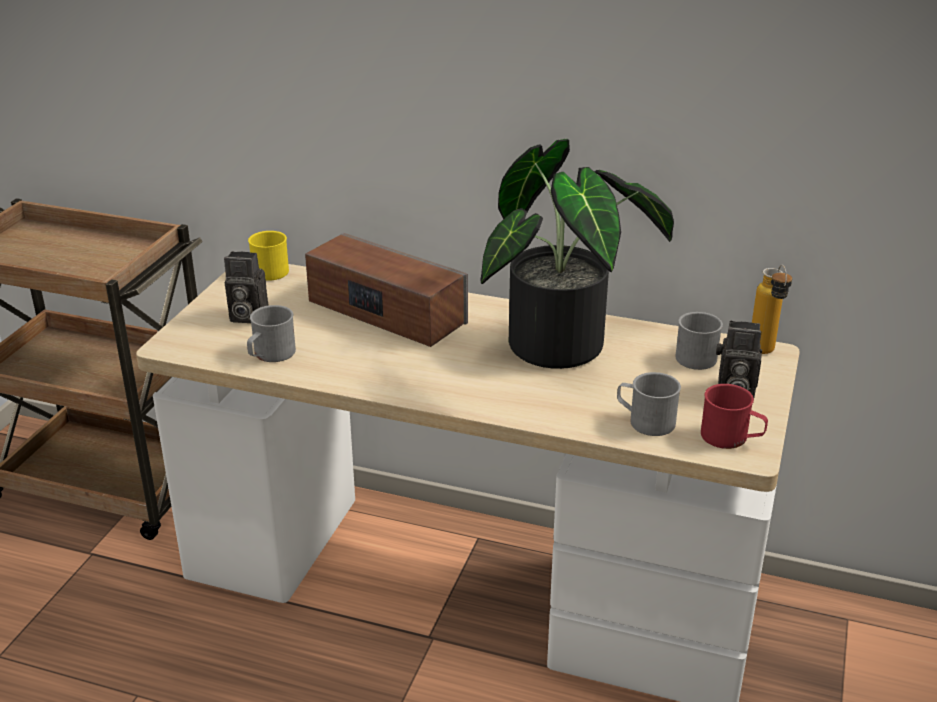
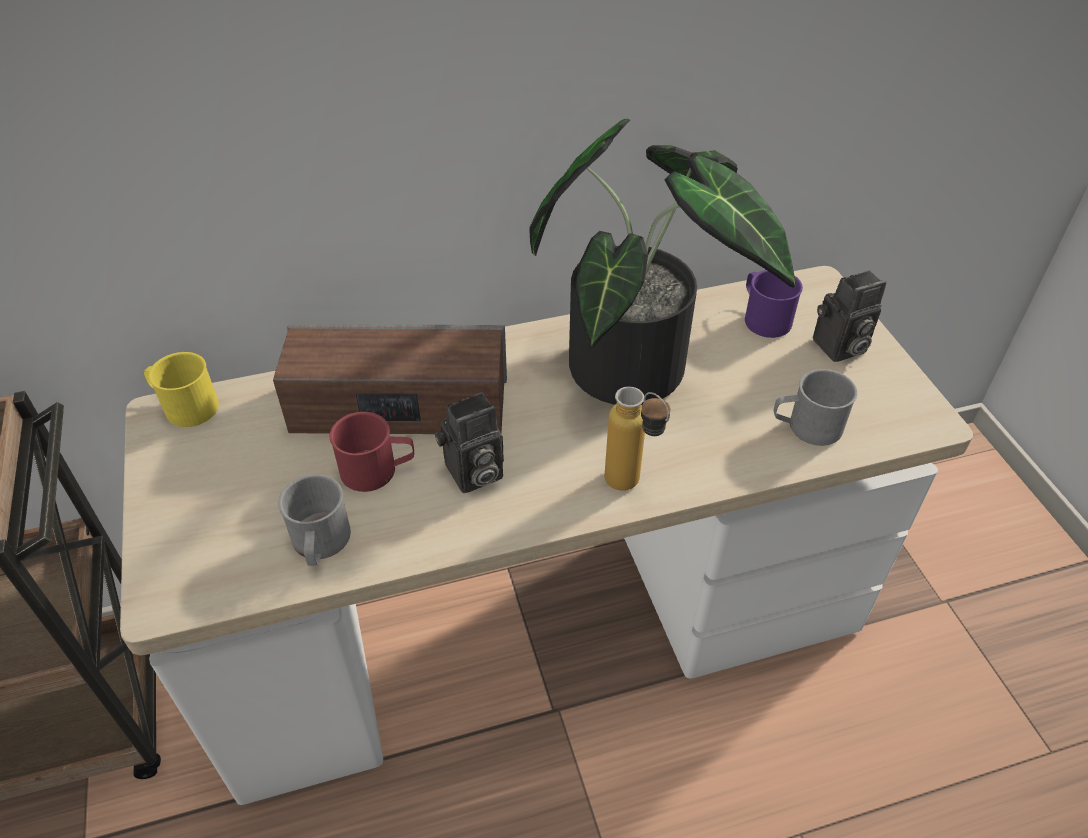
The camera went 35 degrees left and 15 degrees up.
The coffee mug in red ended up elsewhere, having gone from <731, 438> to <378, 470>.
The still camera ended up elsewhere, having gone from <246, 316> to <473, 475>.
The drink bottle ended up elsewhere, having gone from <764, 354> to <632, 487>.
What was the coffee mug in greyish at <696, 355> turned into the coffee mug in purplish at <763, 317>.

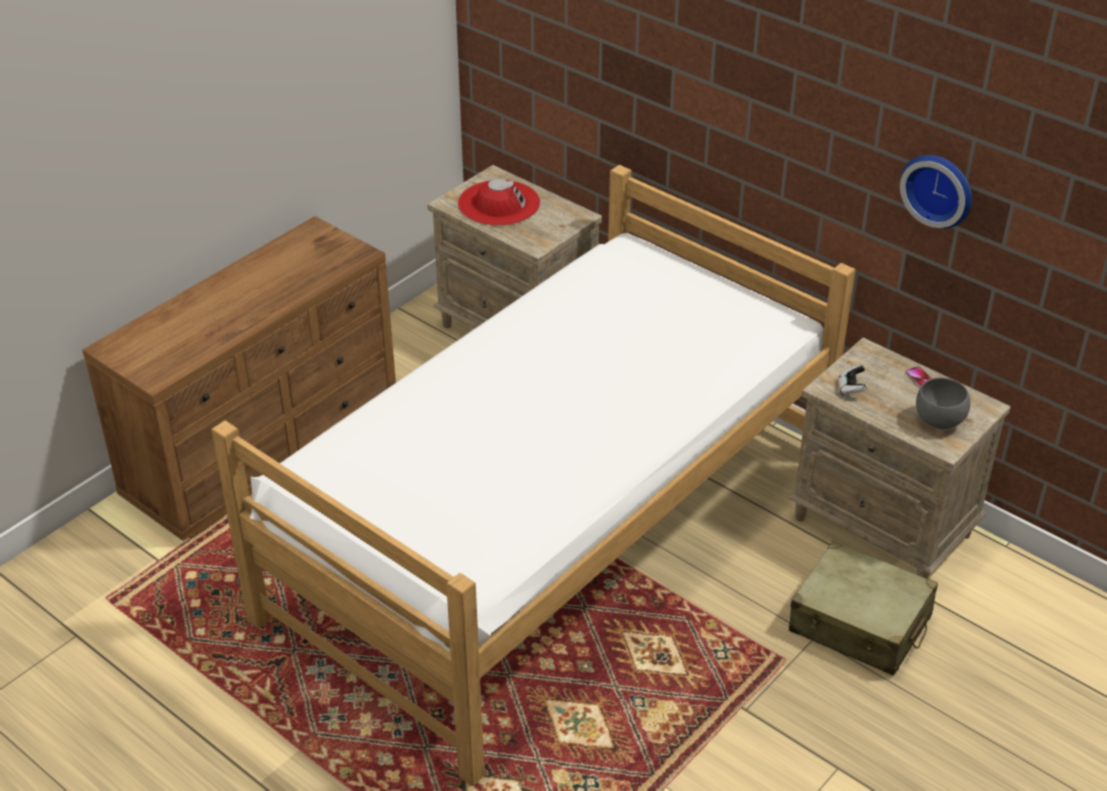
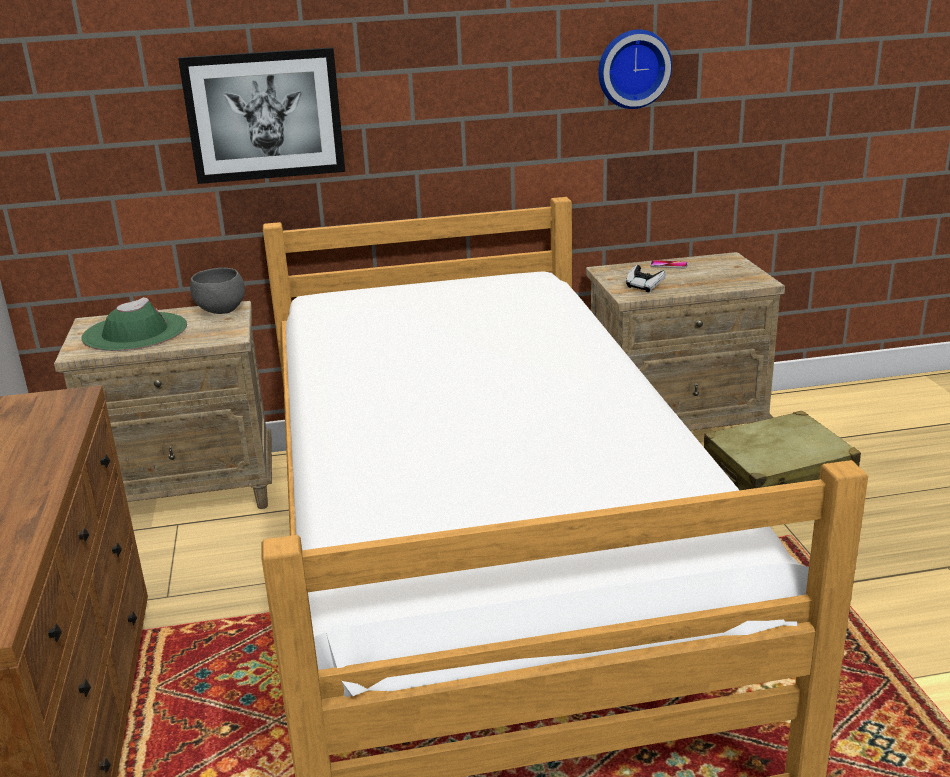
The camera went 50 degrees left and 15 degrees down.
What was the clothing hat in red at <499, 203> turned into the clothing hat in green-coloured at <135, 332>.
The second view gained the wall picture at <264, 115>.
The deep dish in greyish ended up elsewhere, having gone from <939, 422> to <222, 311>.

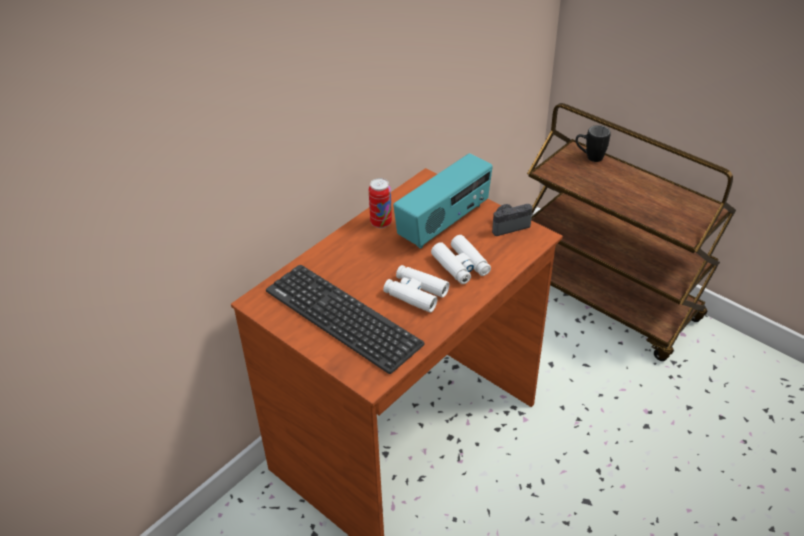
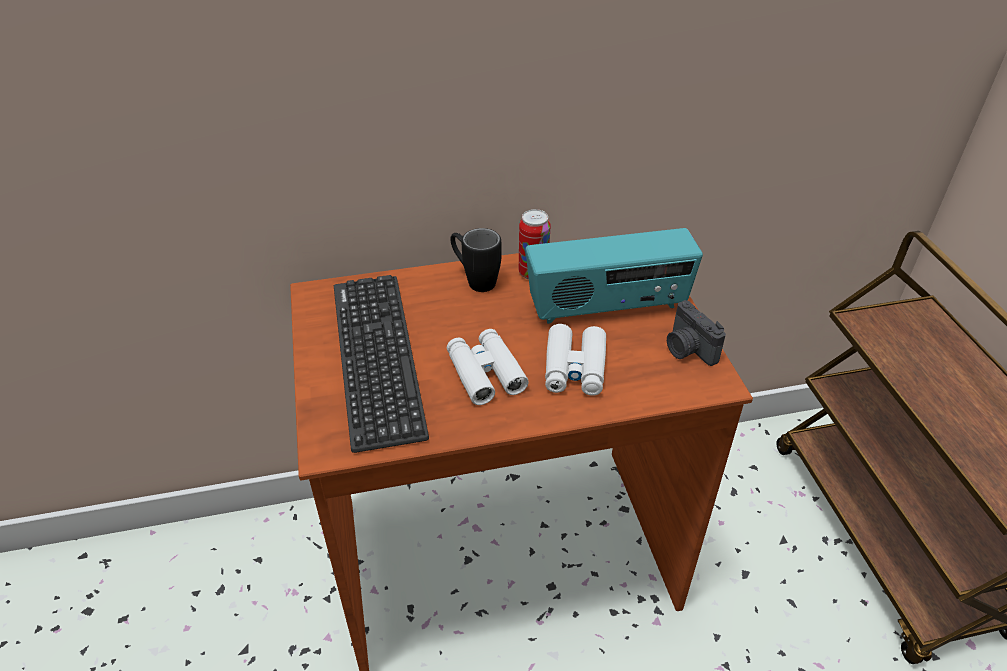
The camera went 35 degrees right and 0 degrees up.
The coffee mug in black-coloured ended up elsewhere, having gone from <589, 157> to <474, 280>.
The still camera at <508, 225> ended up facing another way, 135 degrees counterclockwise from before.

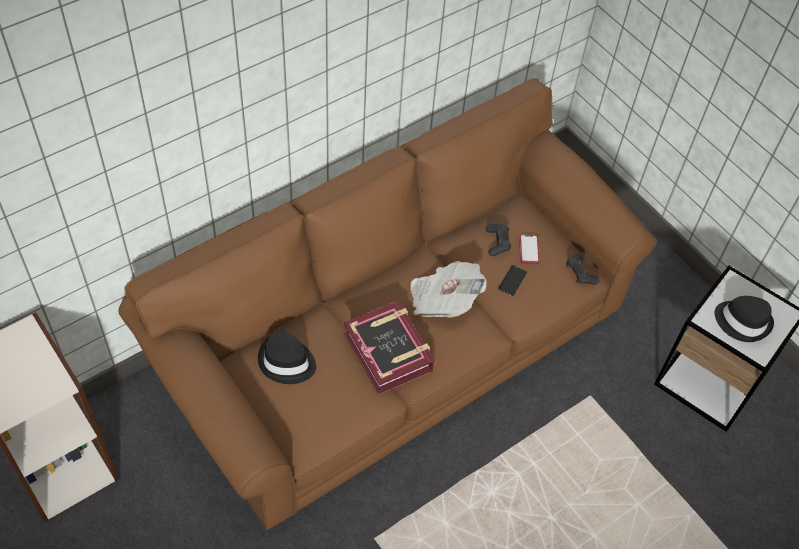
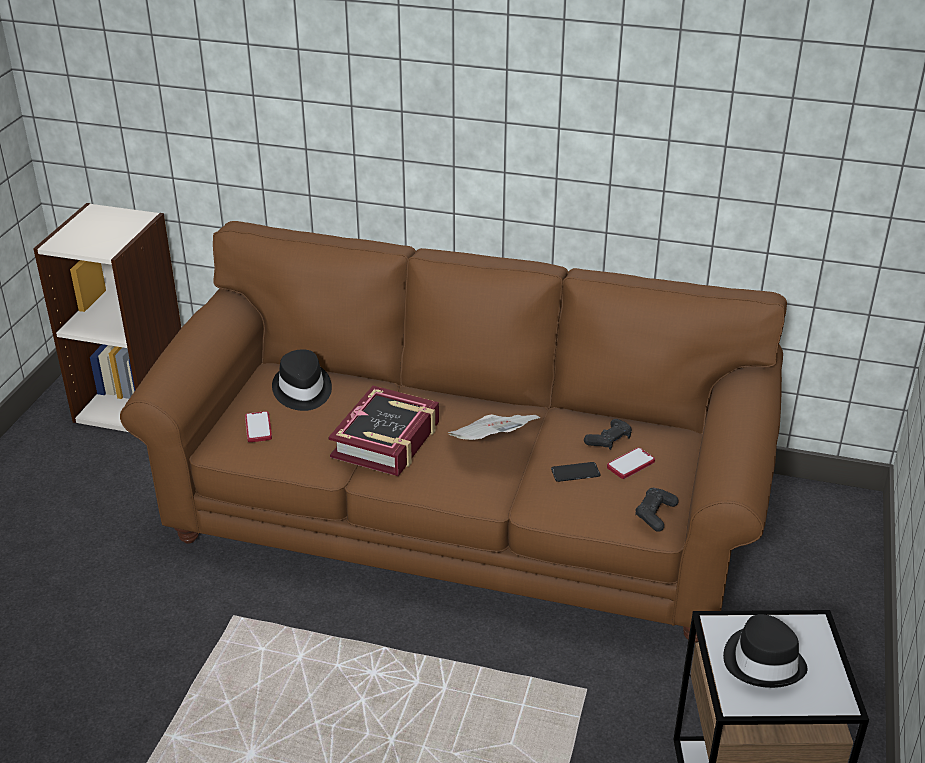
The camera went 55 degrees right and 20 degrees down.
The second view gained the handset at <258, 428>.

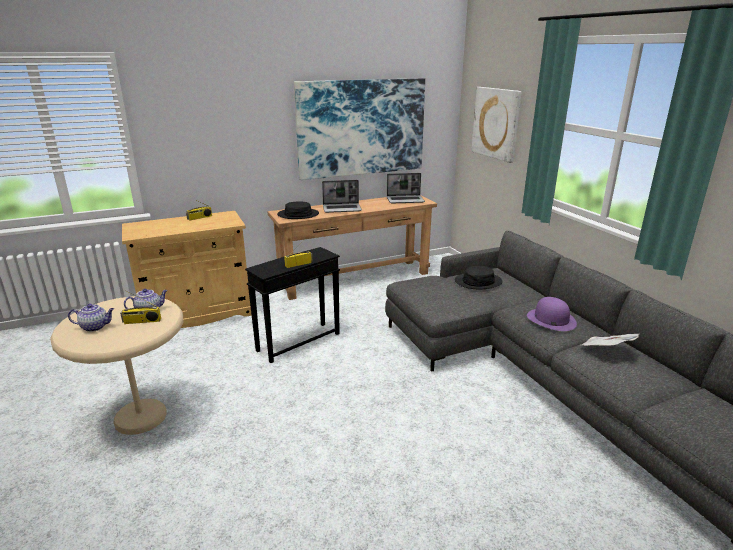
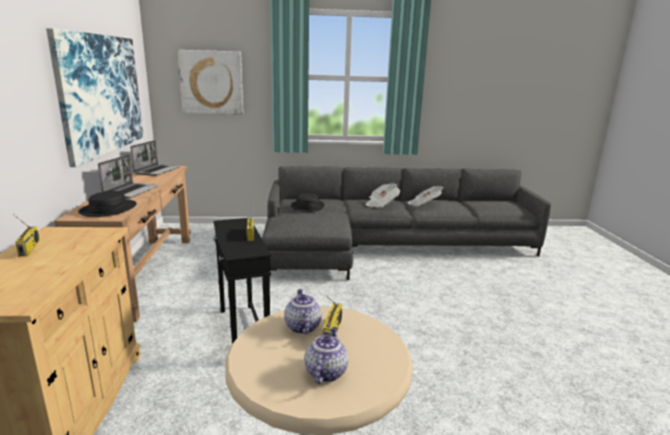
The camera went 70 degrees left and 5 degrees down.
Where the clothing hat in purplish stood at <551, 319>, the printed paper came to stand at <381, 204>.

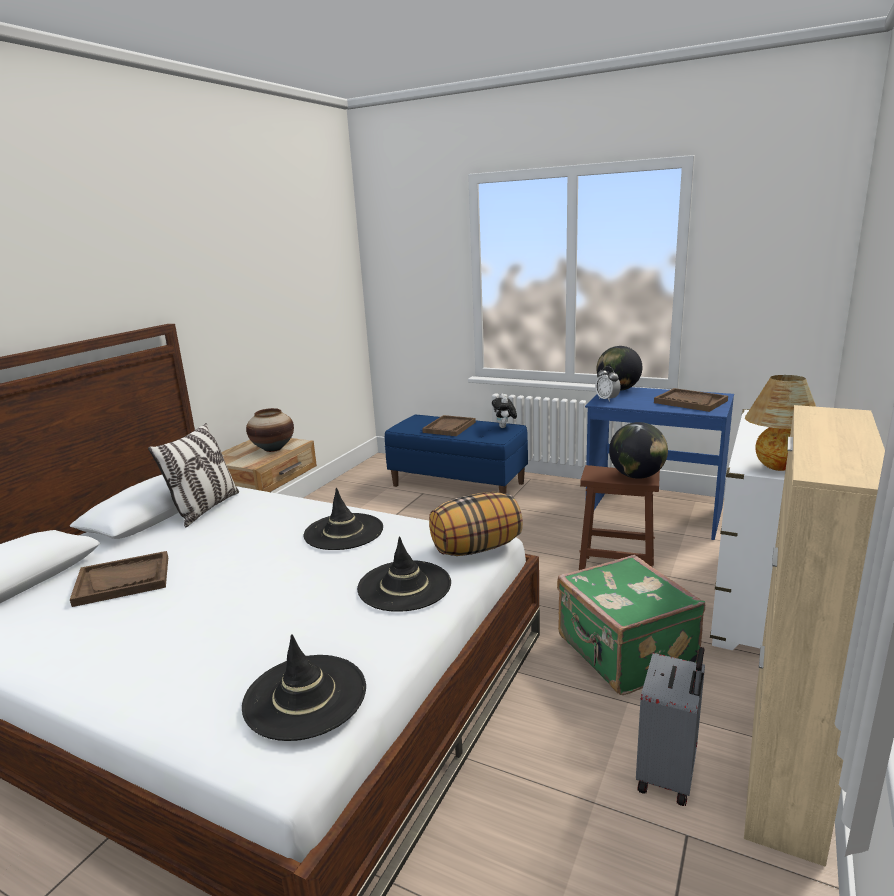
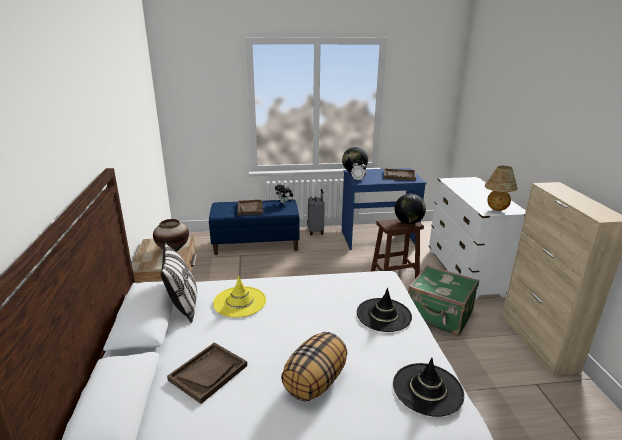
The camera went 35 degrees left and 5 degrees up.
The second view gained the clothing hat in yellowish at <240, 302>.
The pillow ended up elsewhere, having gone from <476, 549> to <315, 382>.
The suitcase in greyish ended up elsewhere, having gone from <668, 774> to <316, 231>.
The second view lost the clothing hat in black-coloured at <343, 532>.

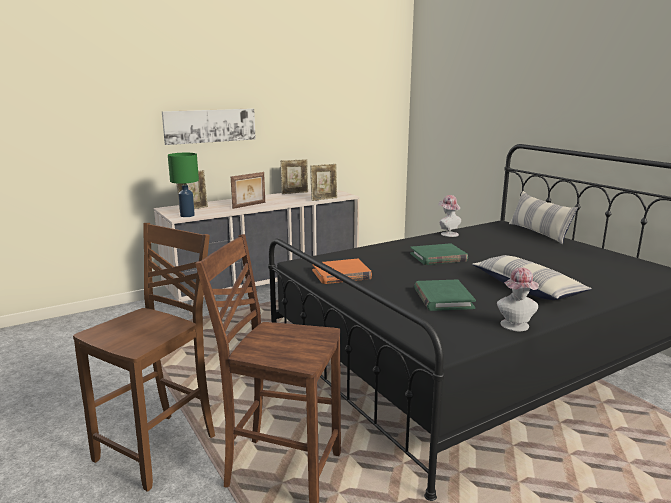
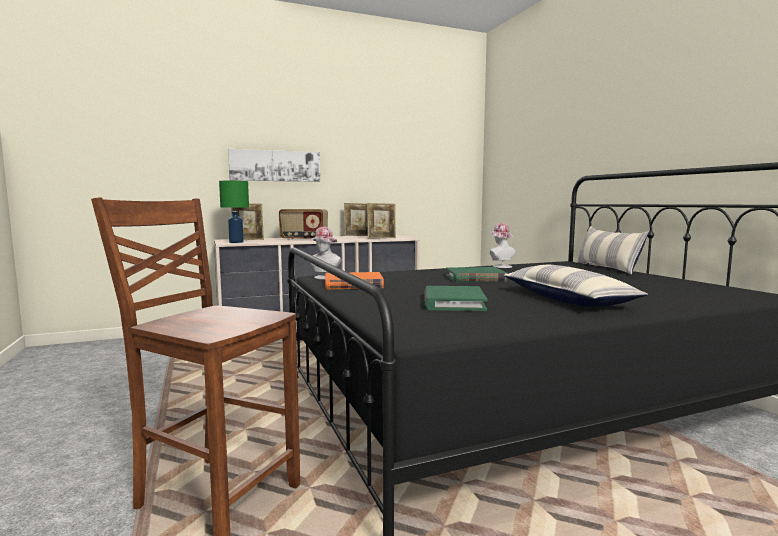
The camera went 10 degrees right and 10 degrees down.
Where the standing frame stood at <249, 205>, the radio came to stand at <304, 239>.
The clothing hat ended up elsewhere, having gone from <516, 327> to <324, 278>.
The second view lost the upright chair in brown-coloured at <160, 448>.

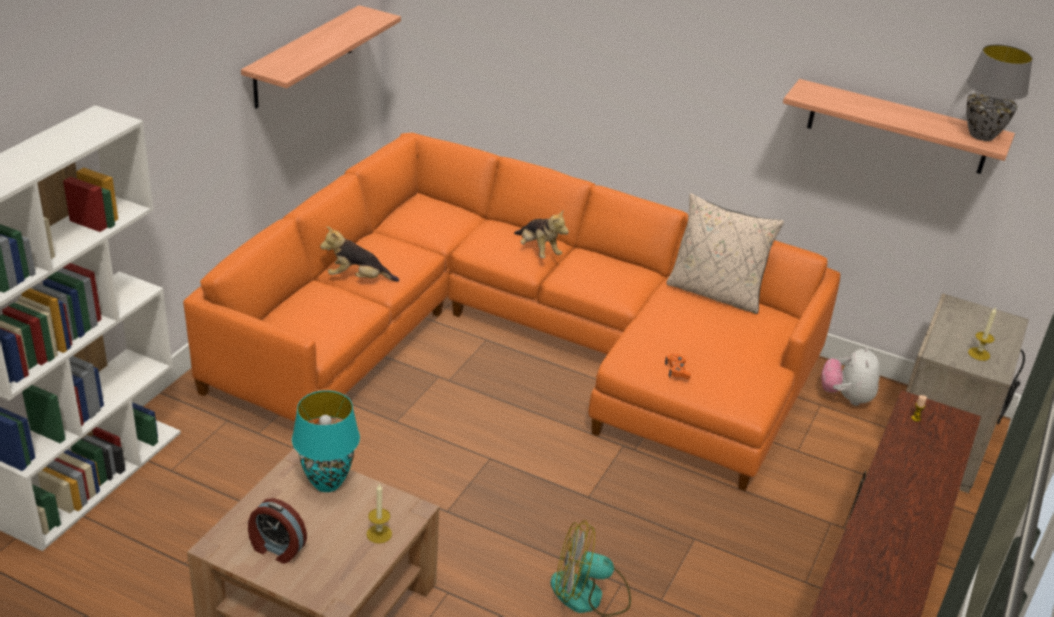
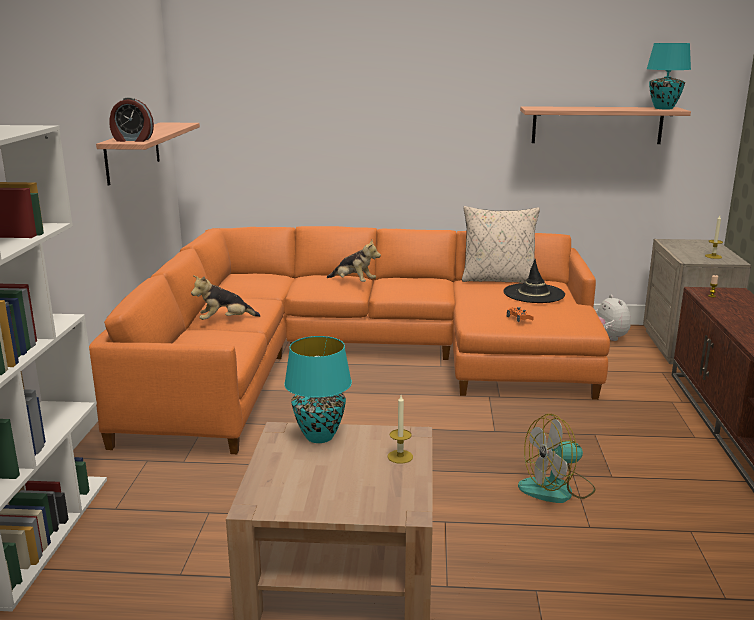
The camera went 20 degrees left and 15 degrees down.
The alarm clock ended up elsewhere, having gone from <276, 549> to <132, 140>.
The second view gained the clothing hat in black-coloured at <534, 294>.
What was the lamp for a table in greyish at <981, 135> turned into the lamp for a table in turquoise at <663, 108>.

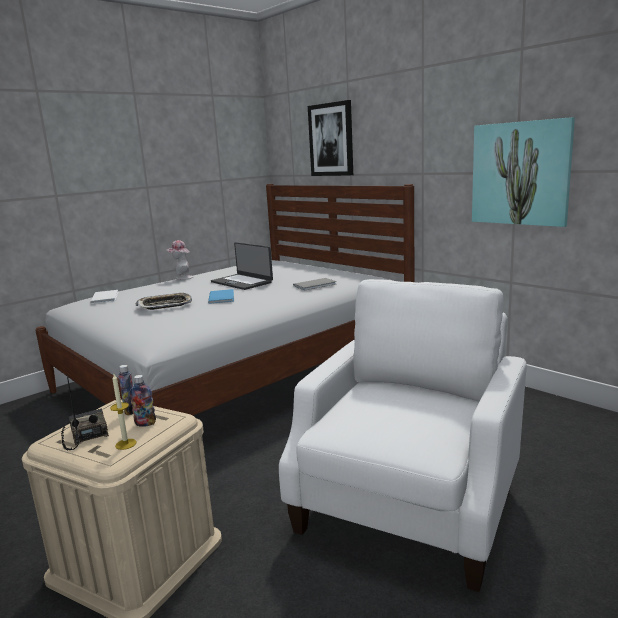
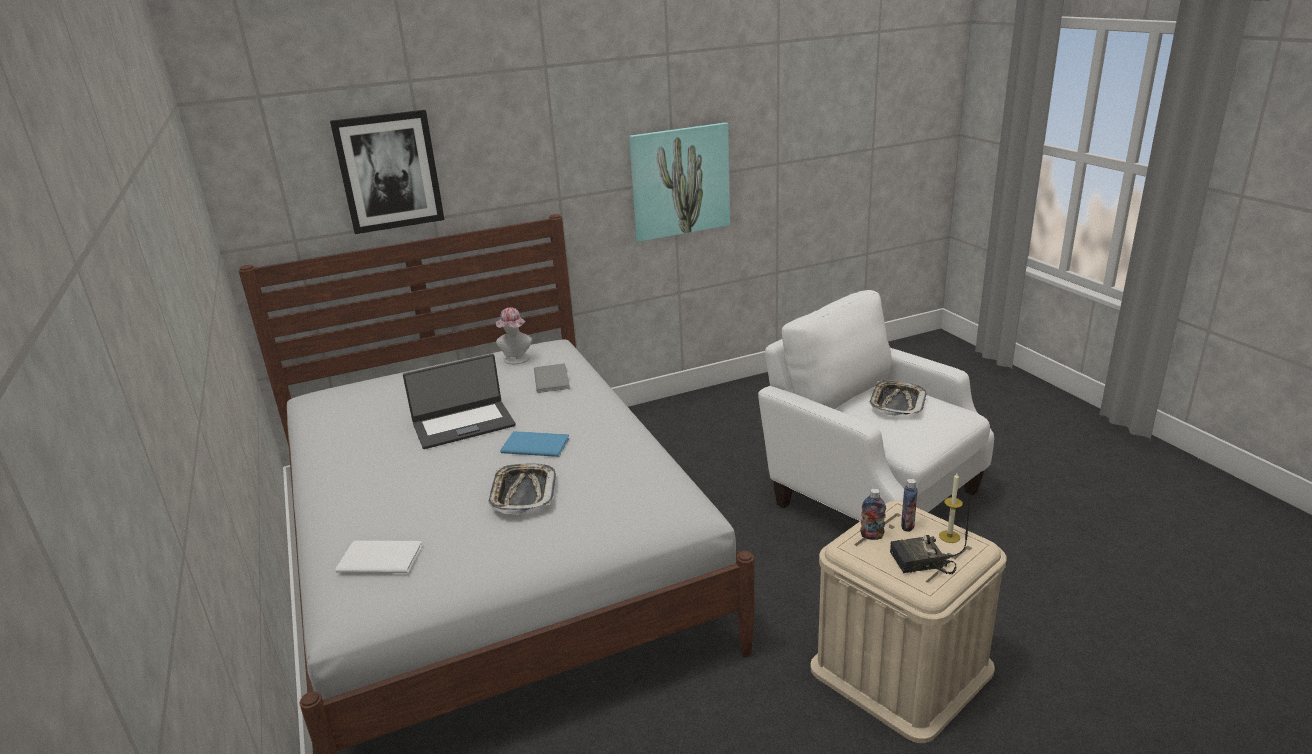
The camera went 70 degrees left and 10 degrees up.
The clothing hat ended up elsewhere, having gone from <182, 278> to <516, 360>.
The second view gained the carrying tray at <897, 403>.

